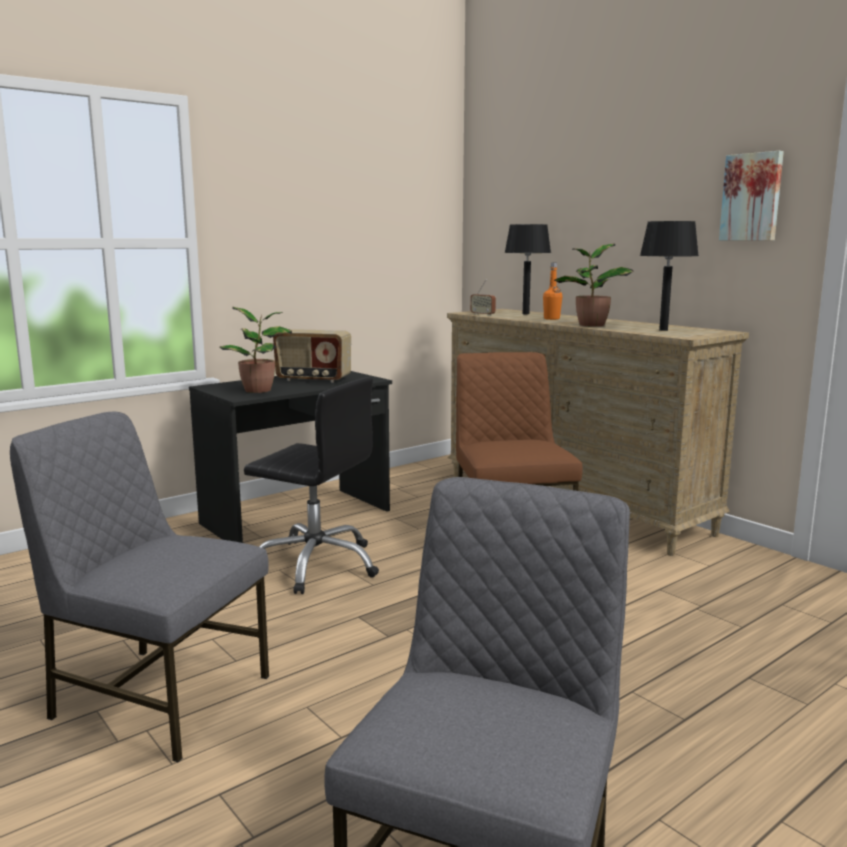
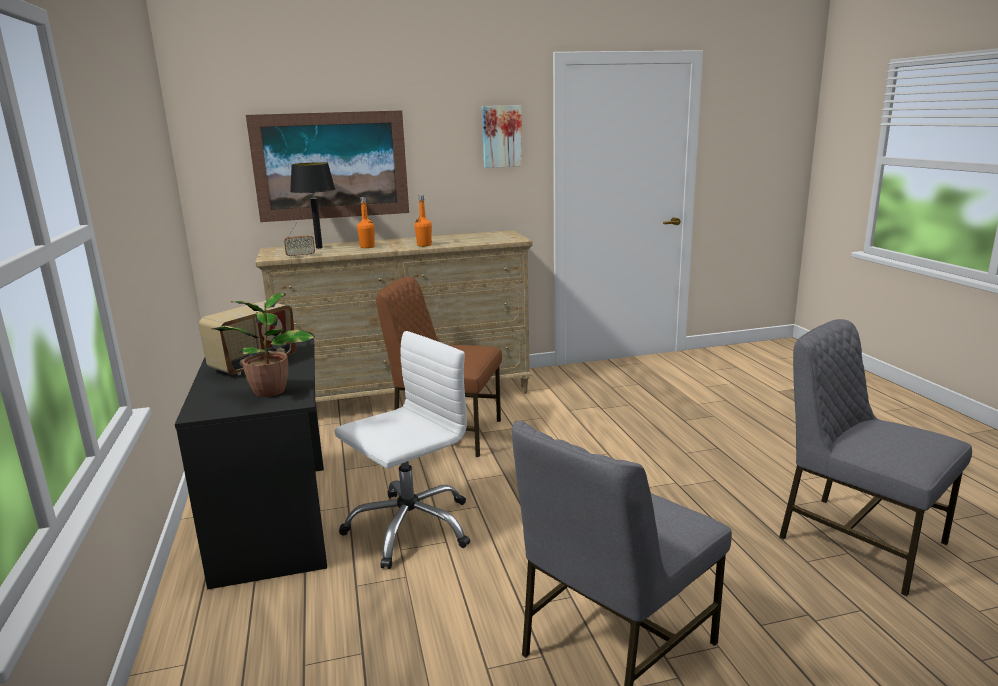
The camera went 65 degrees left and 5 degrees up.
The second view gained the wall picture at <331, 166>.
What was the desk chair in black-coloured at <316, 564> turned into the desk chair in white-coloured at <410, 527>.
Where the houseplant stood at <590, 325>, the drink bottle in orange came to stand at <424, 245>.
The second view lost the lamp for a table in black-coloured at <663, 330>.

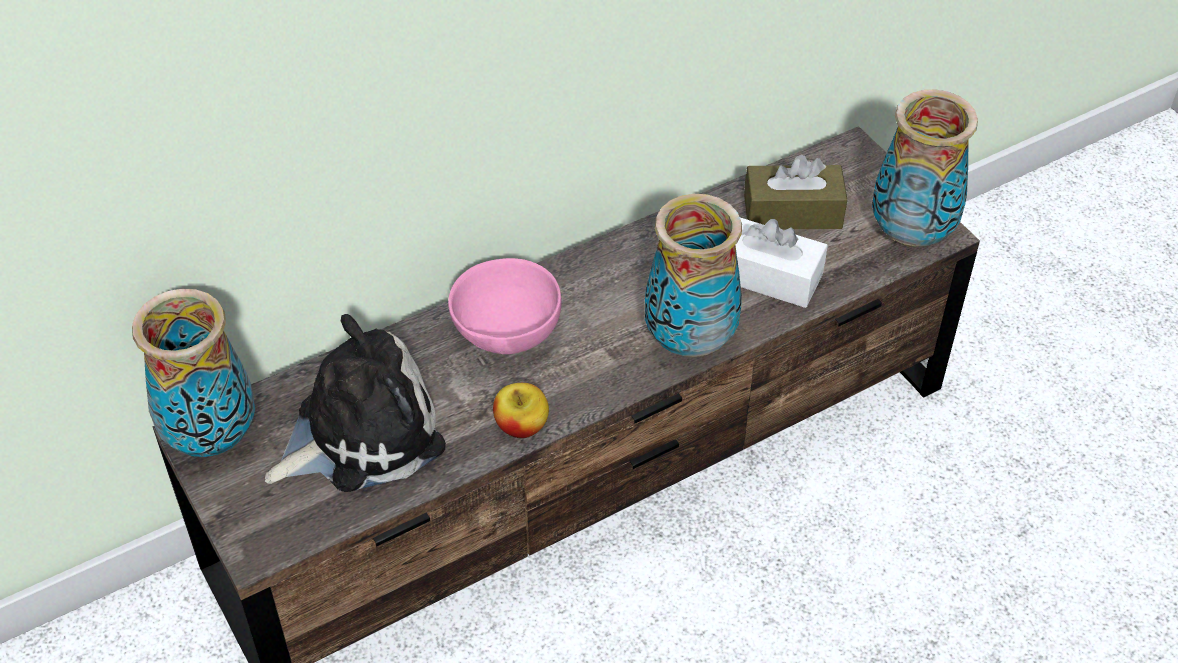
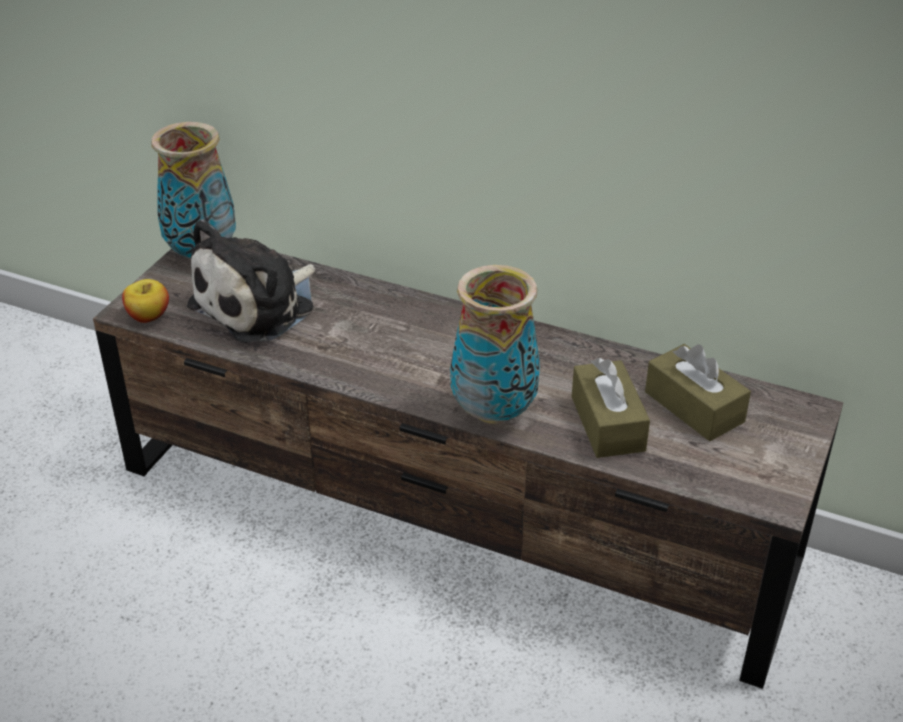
The camera went 55 degrees right and 10 degrees down.
The apple ended up elsewhere, having gone from <521, 426> to <148, 316>.
The plush toy at <360, 432> ended up facing another way, 105 degrees clockwise from before.
What was the tissue holder in white-coloured at <768, 276> turned into the tissue holder in brown-coloured at <607, 423>.
The second view lost the deep dish in pinkish at <504, 334>.
The second view lost the vase at <911, 235>.

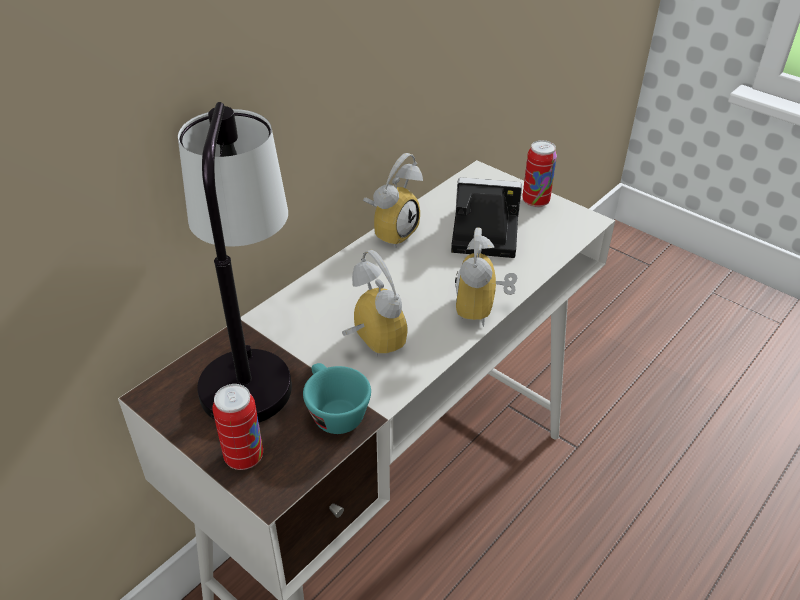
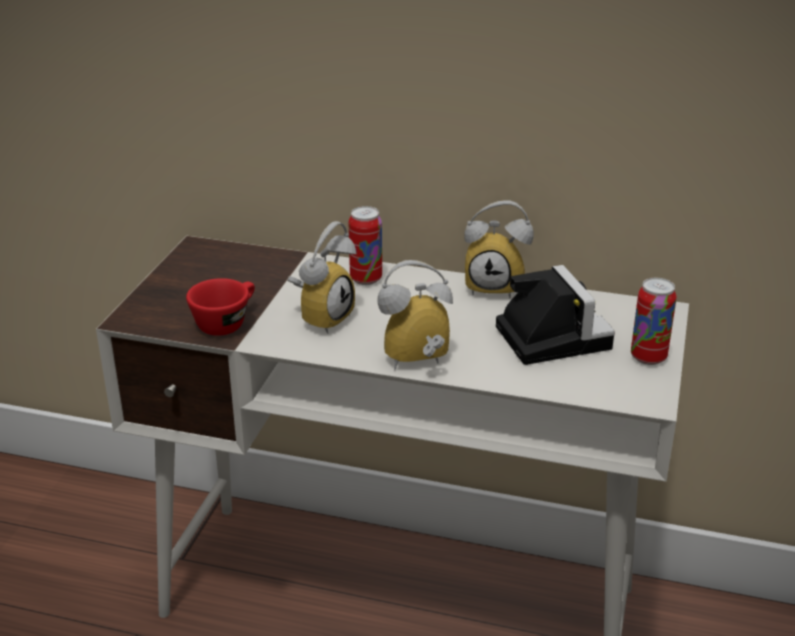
The camera went 65 degrees right and 10 degrees down.
What was the cup in turquoise at <333, 412> turned into the cup in red at <226, 322>.
The sealed can ended up elsewhere, having gone from <244, 457> to <366, 279>.
The second view lost the lamp for a table at <249, 358>.

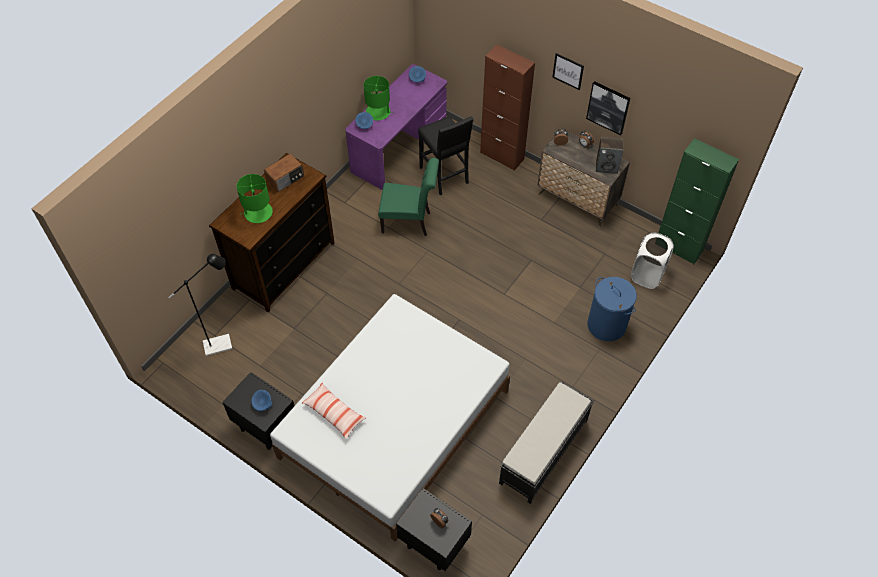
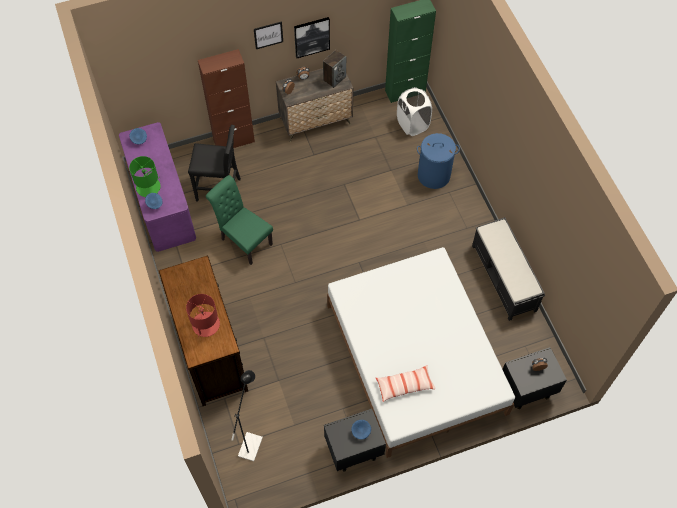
The camera went 55 degrees left and 5 degrees up.
What was the lamp for a table in green-coloured at <258, 212> turned into the lamp for a table in red at <205, 325>.
The upright chair in green-coloured at <409, 222> ended up facing another way, 90 degrees counterclockwise from before.
The second view lost the radio at <285, 179>.

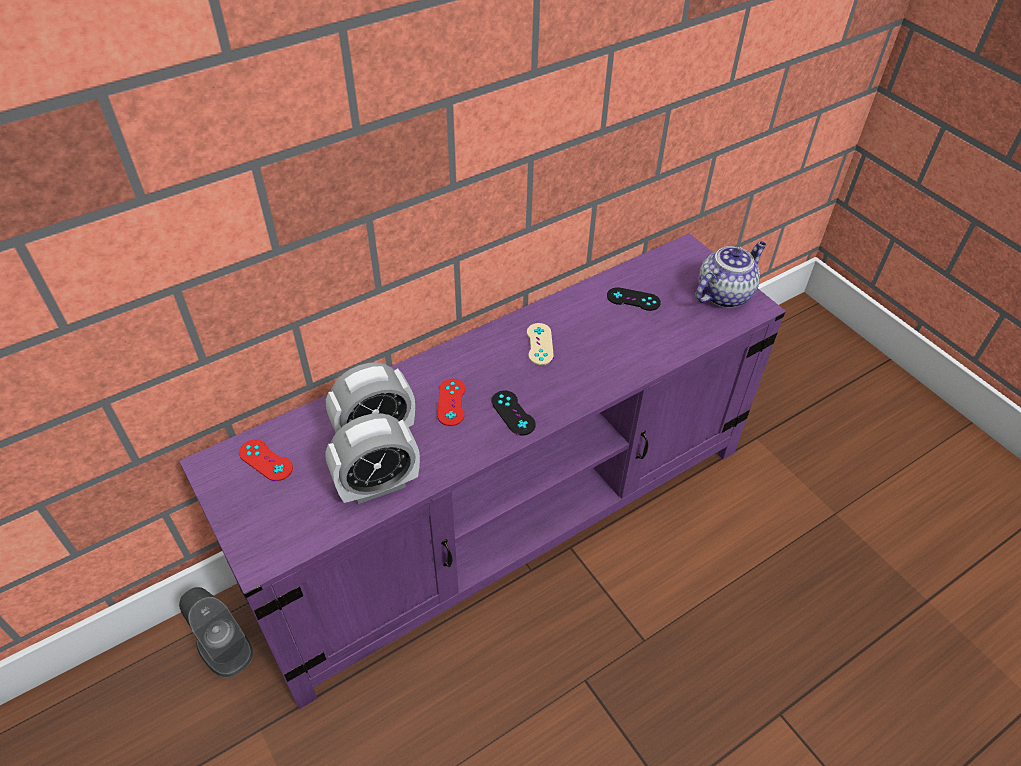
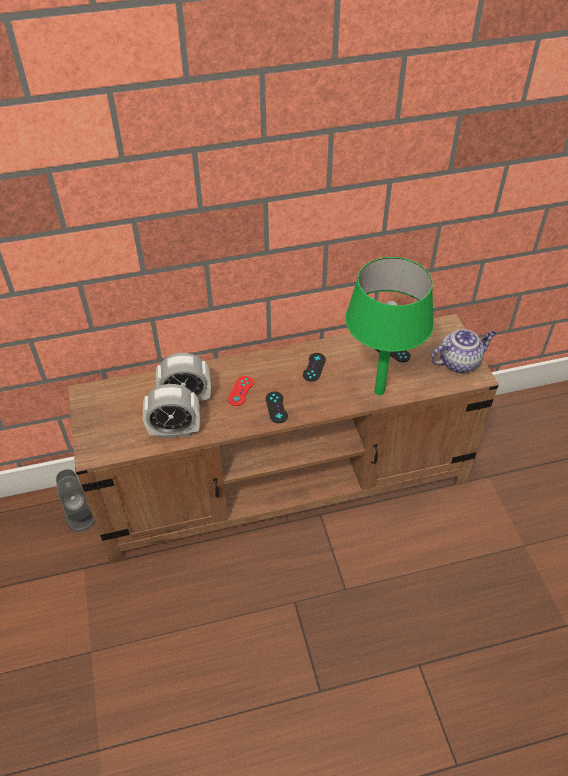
The camera went 20 degrees right and 0 degrees up.
What was the media console in purplish at <507, 517> turned into the media console in brown-coloured at <285, 483>.
What was the gamepad in beige at <539, 344> turned into the gamepad in black-coloured at <314, 367>.
The second view gained the lamp for a table in green-coloured at <379, 391>.
The second view lost the gamepad in red at <266, 460>.

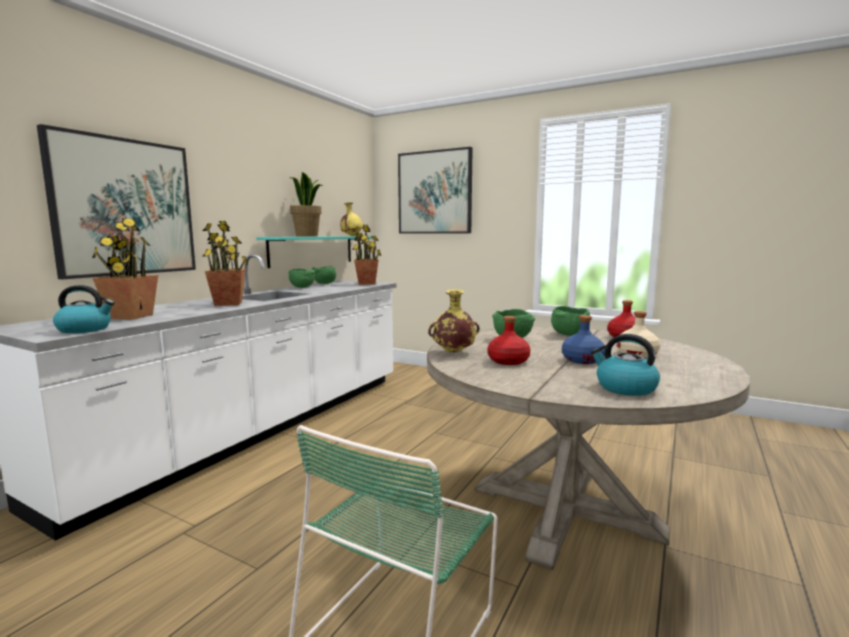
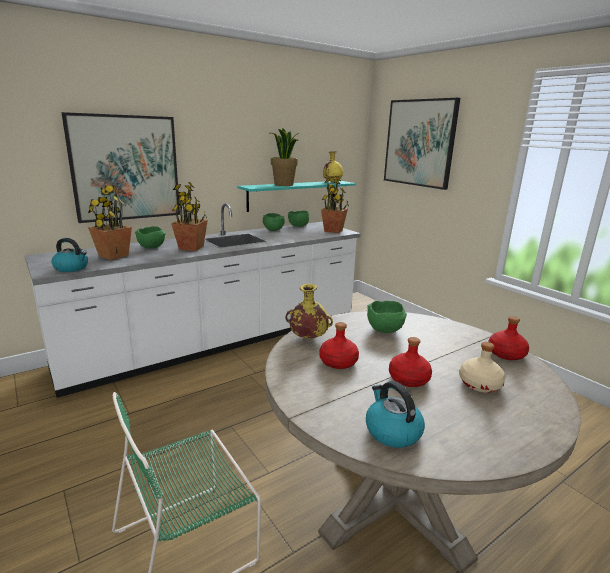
The camera went 25 degrees right and 10 degrees up.
The deep dish in green-coloured ended up elsewhere, having gone from <569, 334> to <152, 247>.
What was the drink bottle in bluish at <582, 360> turned into the drink bottle in red at <408, 379>.

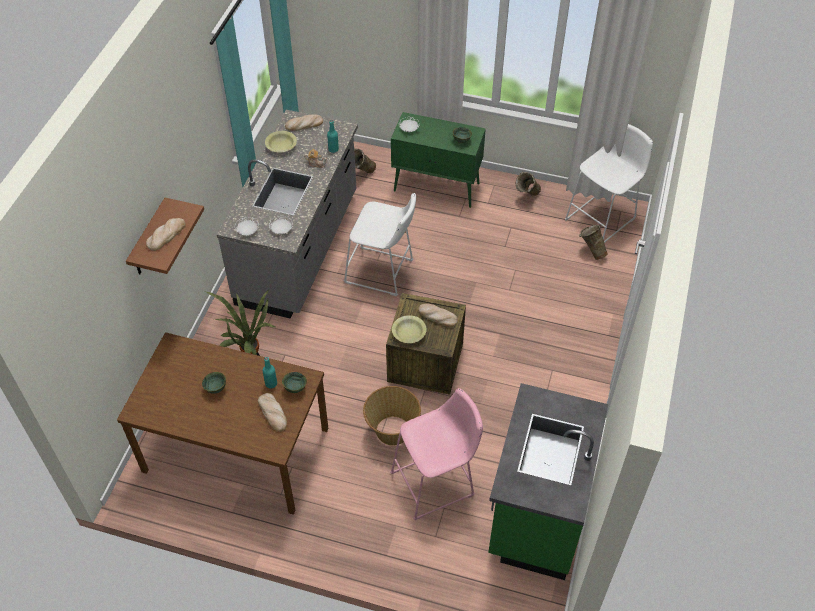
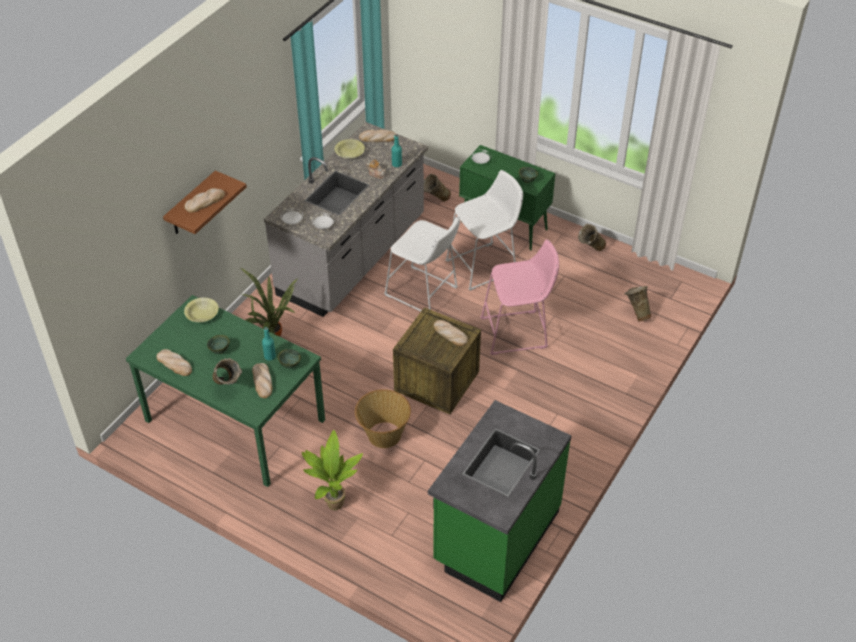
The camera went 15 degrees right and 5 degrees down.
What was the dinner table in brown-coloured at <237, 449> turned into the dinner table in green-coloured at <236, 420>.
The second view gained the bread at <175, 364>.
The deep dish in yellowish ended up elsewhere, having gone from <409, 333> to <202, 314>.
The second view gained the vase in beige at <228, 388>.
The second view gained the houseplant at <332, 504>.
The stool seat in white-coloured ended up elsewhere, having gone from <603, 217> to <484, 265>.
The stool seat in pinkish ended up elsewhere, having gone from <436, 483> to <518, 333>.

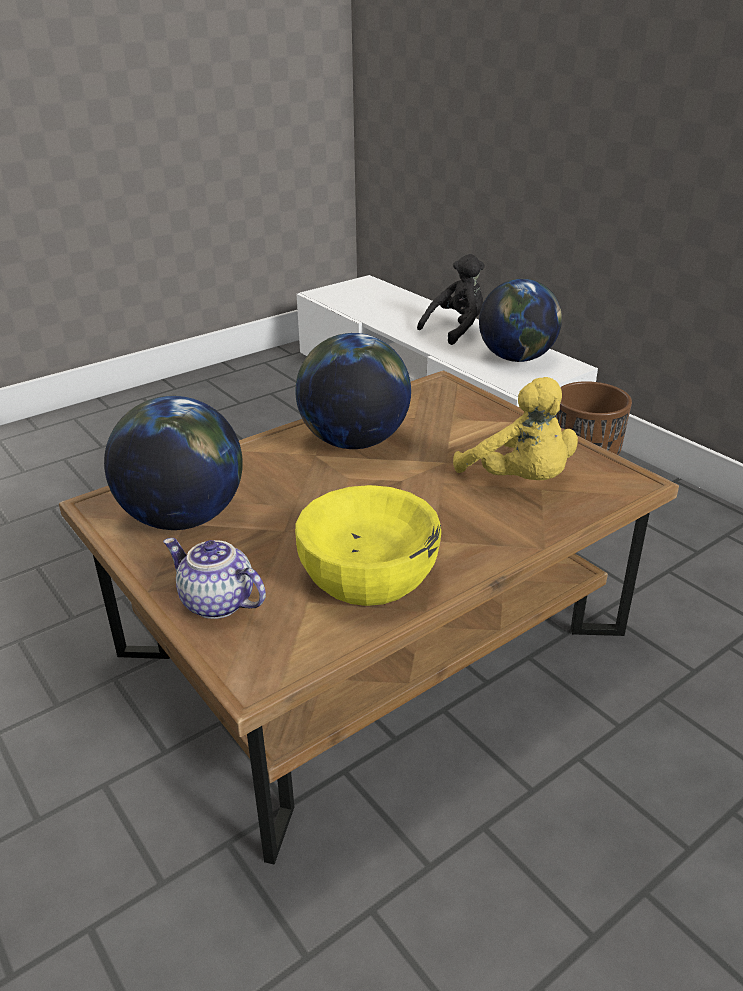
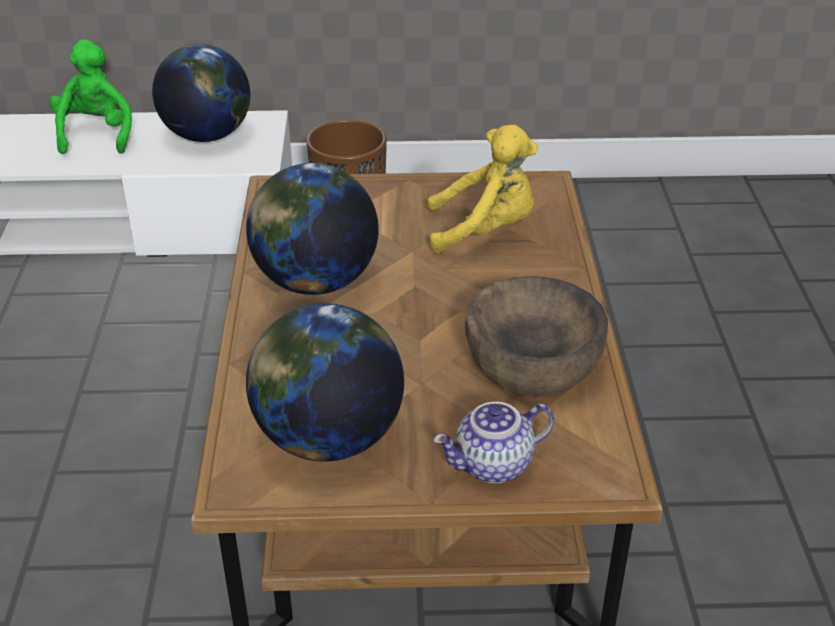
The camera went 55 degrees left and 5 degrees up.
What was the plush toy in black-coloured at <456, 330> turned into the plush toy in green-coloured at <96, 134>.
What was the deep dish in yellowish at <369, 572> turned into the deep dish in brown-coloured at <532, 363>.

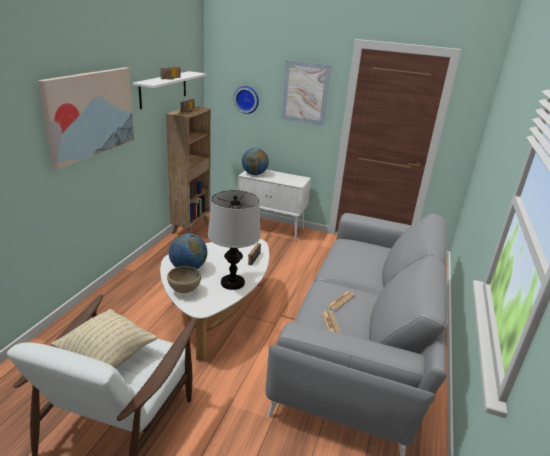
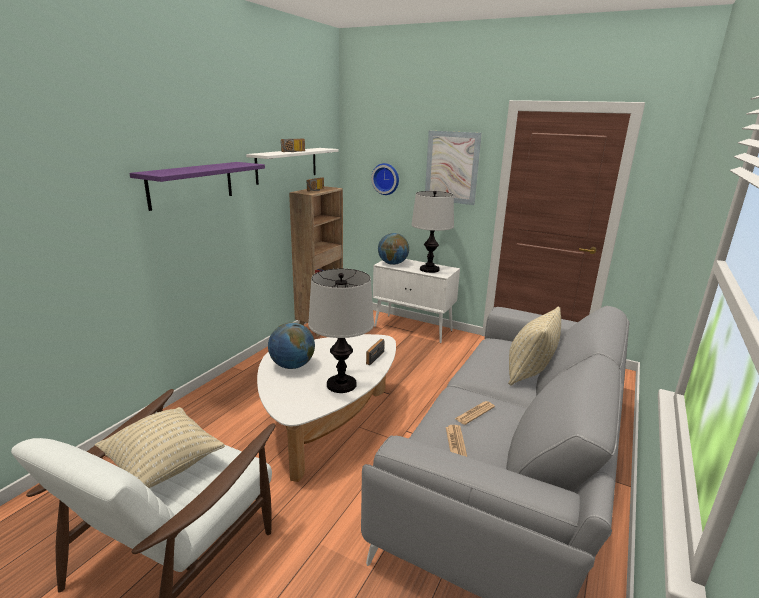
The camera went 10 degrees right and 5 degrees down.
Where the wall picture hung at <90, 114>, the shelf in purplish came to hang at <191, 184>.
The second view gained the lamp for a table at <429, 269>.
The second view gained the pillow in beige at <529, 373>.
The second view lost the deep dish in brown-coloured at <184, 291>.

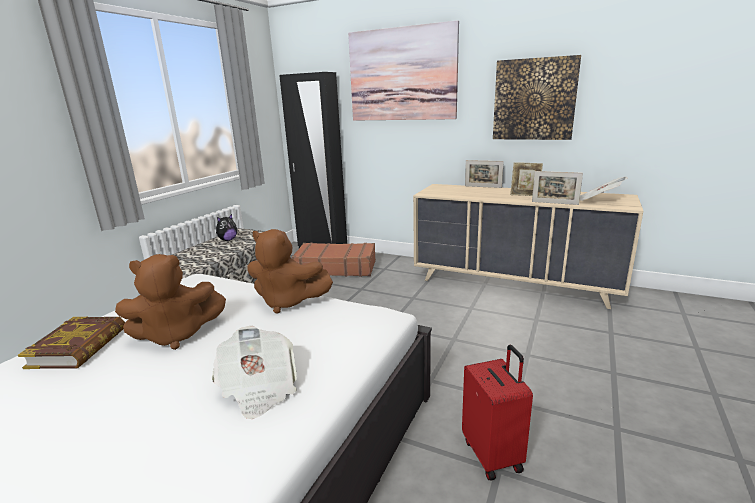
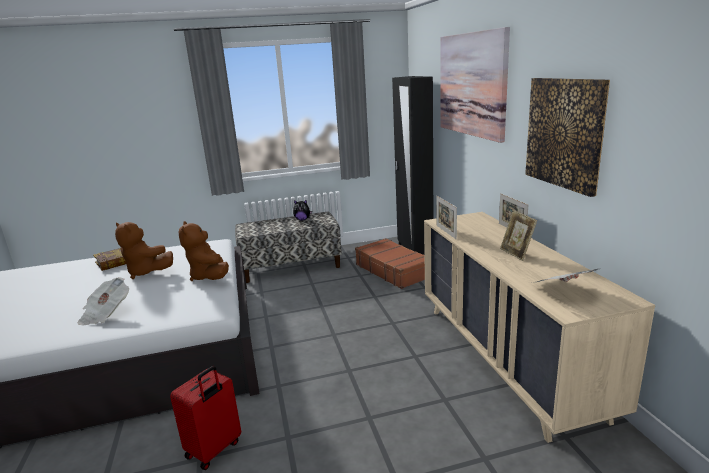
The camera went 50 degrees right and 0 degrees up.
The standing frame ended up elsewhere, having gone from <554, 203> to <446, 232>.

